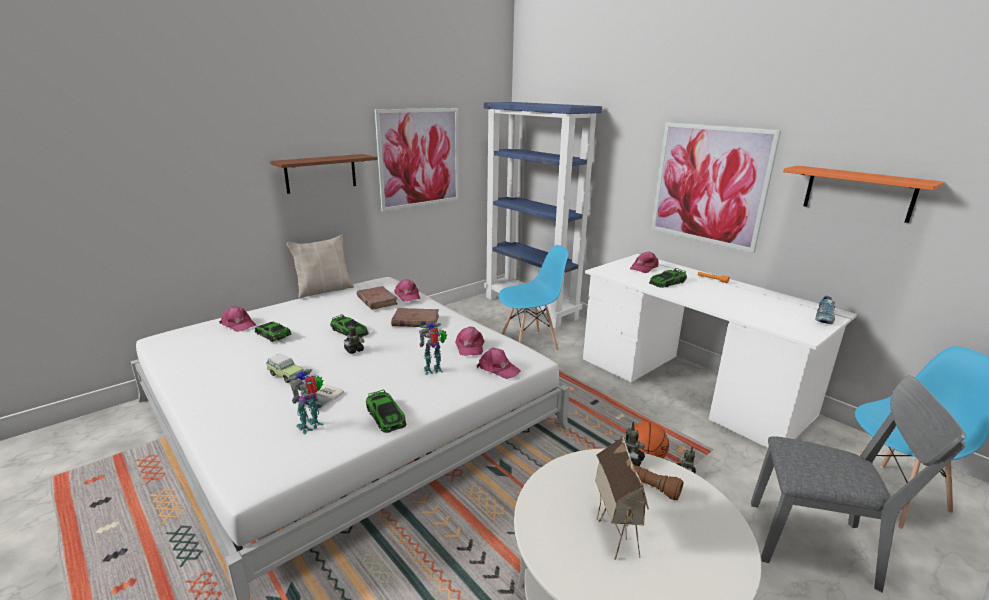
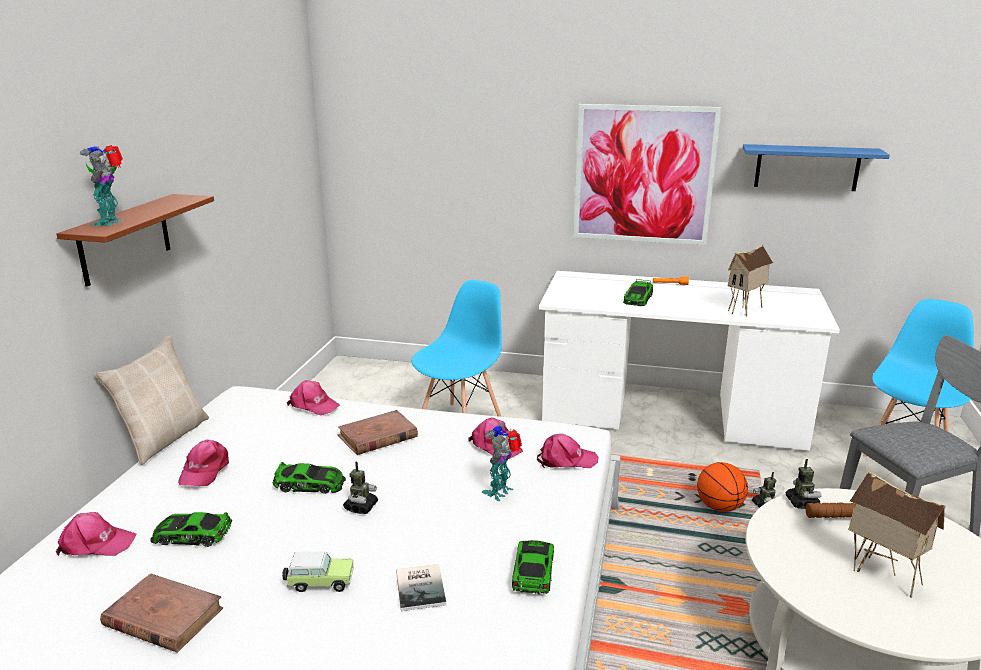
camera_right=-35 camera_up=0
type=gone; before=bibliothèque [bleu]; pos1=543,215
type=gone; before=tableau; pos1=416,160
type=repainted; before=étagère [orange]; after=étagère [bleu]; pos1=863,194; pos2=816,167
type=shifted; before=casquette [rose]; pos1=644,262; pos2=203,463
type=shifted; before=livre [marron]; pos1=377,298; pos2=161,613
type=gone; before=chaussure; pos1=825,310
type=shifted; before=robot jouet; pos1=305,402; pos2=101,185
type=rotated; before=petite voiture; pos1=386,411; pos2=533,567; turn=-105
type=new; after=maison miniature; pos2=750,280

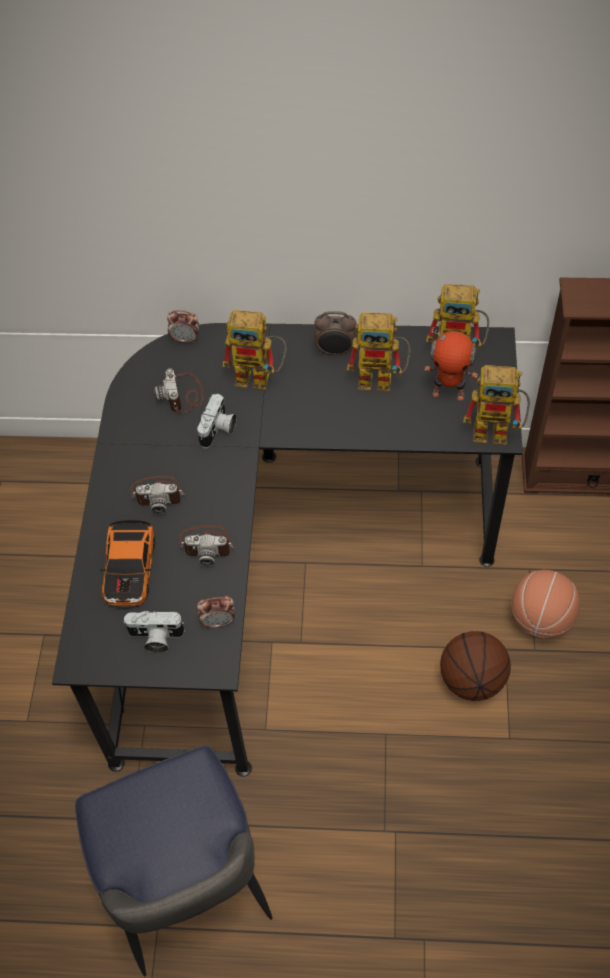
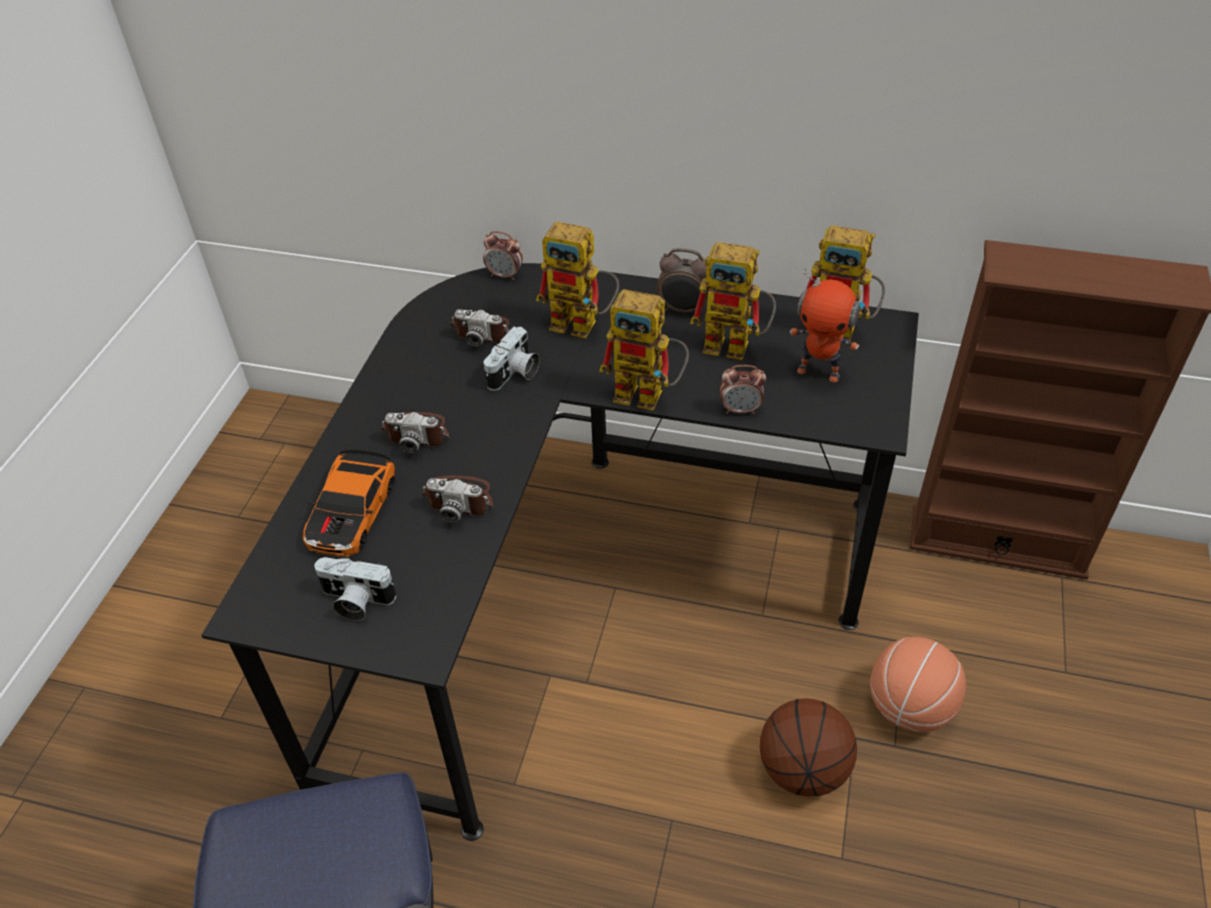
camera_right=10 camera_up=-10
type=shifted; before=robot jouet; pos1=496,405; pos2=644,350
type=rotated; before=appareil photo; pos1=179,390; pos2=479,328; turn=-75
type=shifted; before=réveil; pos1=216,612; pos2=743,389

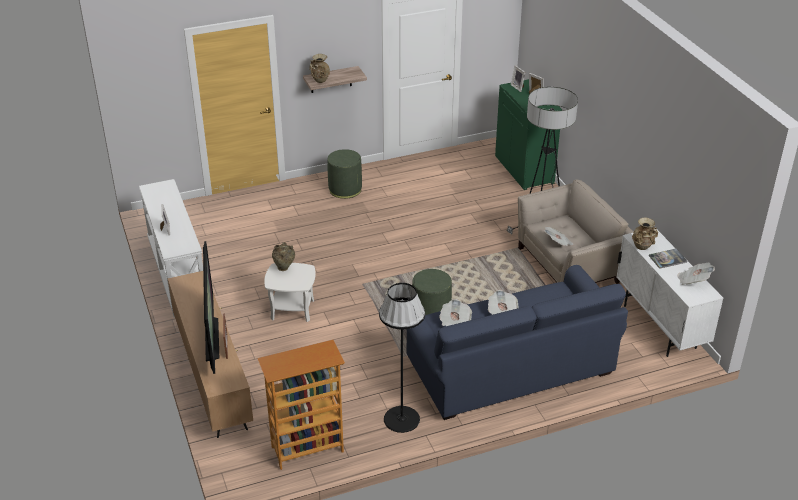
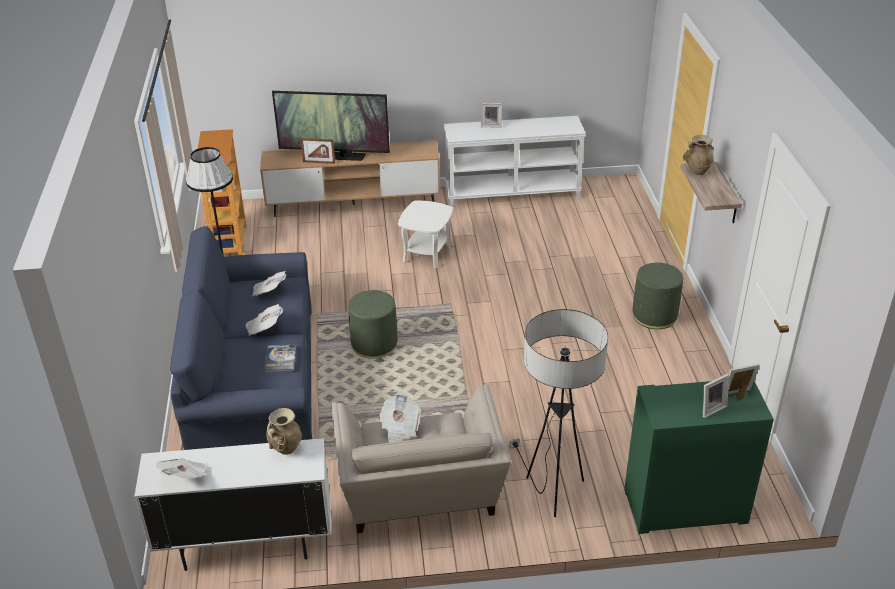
camera_right=105 camera_up=0
type=gone; before=vase [beige]; pos1=283,256
type=shifted; before=livre; pos1=668,259; pos2=280,358

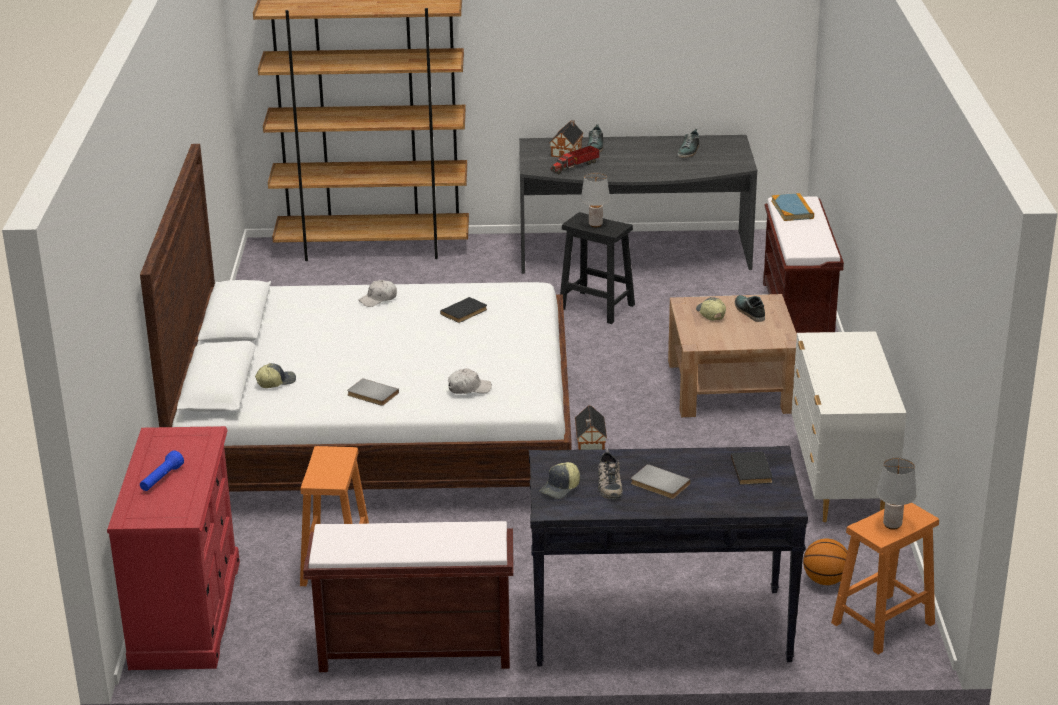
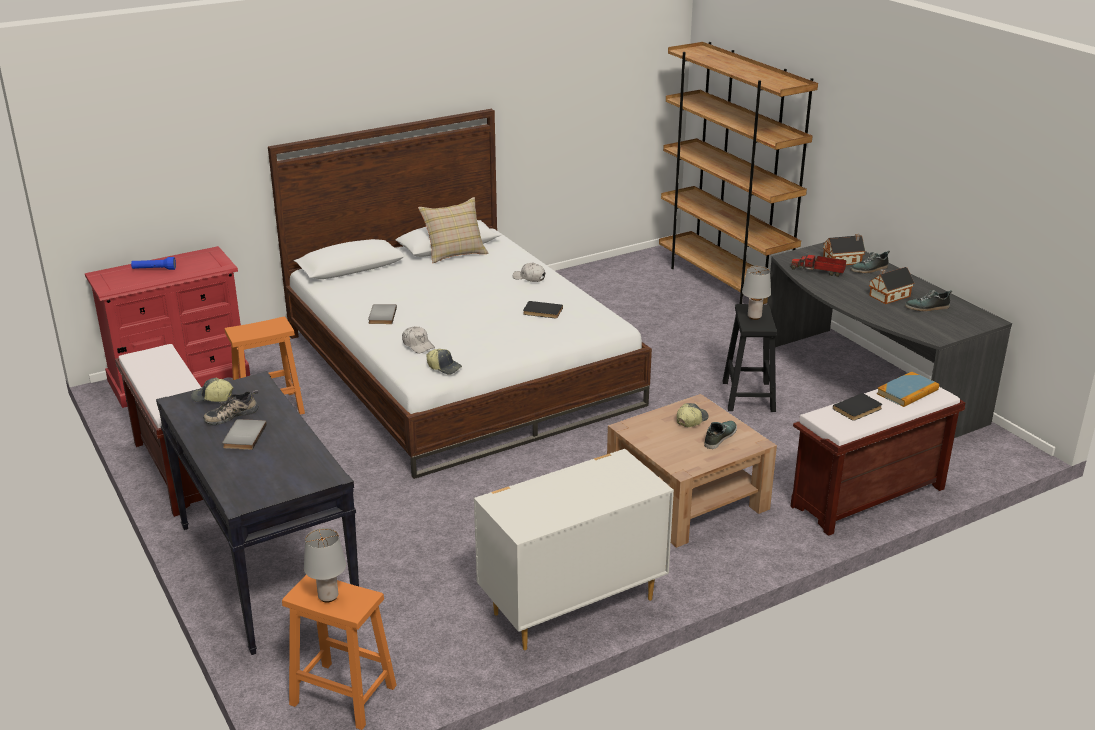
camera_right=60 camera_up=0
type=shifted; before=casquette; pos1=275,375; pos2=444,362
type=shifted; before=maison miniature; pos1=591,428; pos2=892,285
type=shifted; before=livre [noir]; pos1=752,468; pos2=857,407
type=gone; before=ballon de basket; pos1=825,561
type=new; after=coussin [beige]; pos2=453,230

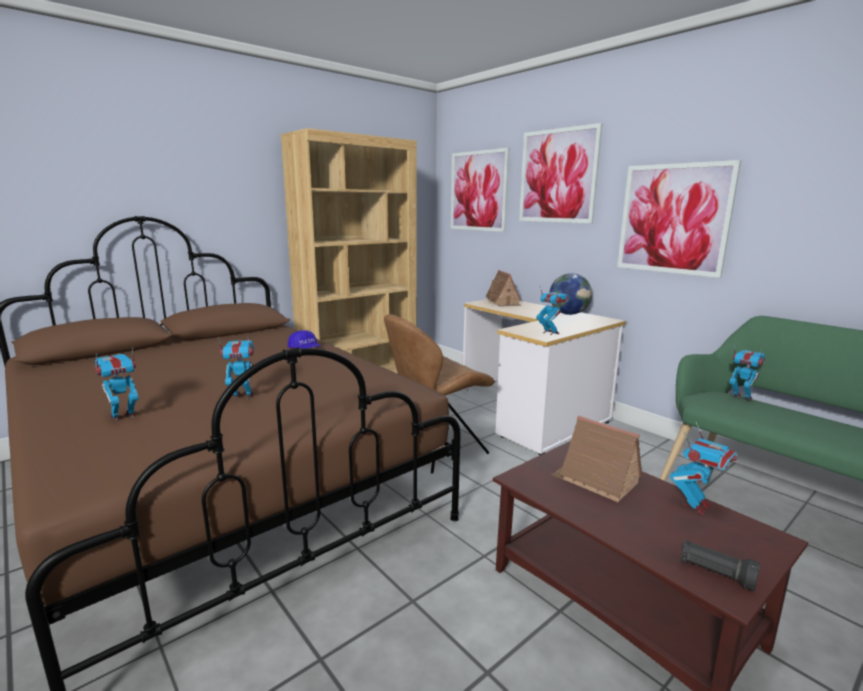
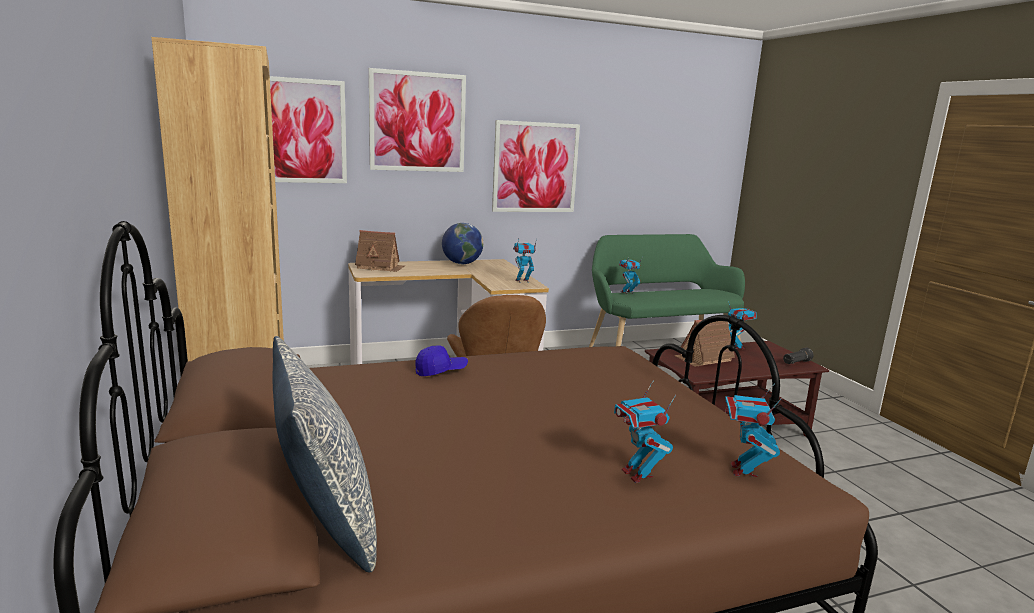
camera_right=-70 camera_up=0
type=shifted; before=robot jouet; pos1=236,369; pos2=753,430
type=new; after=coussin; pos2=325,454

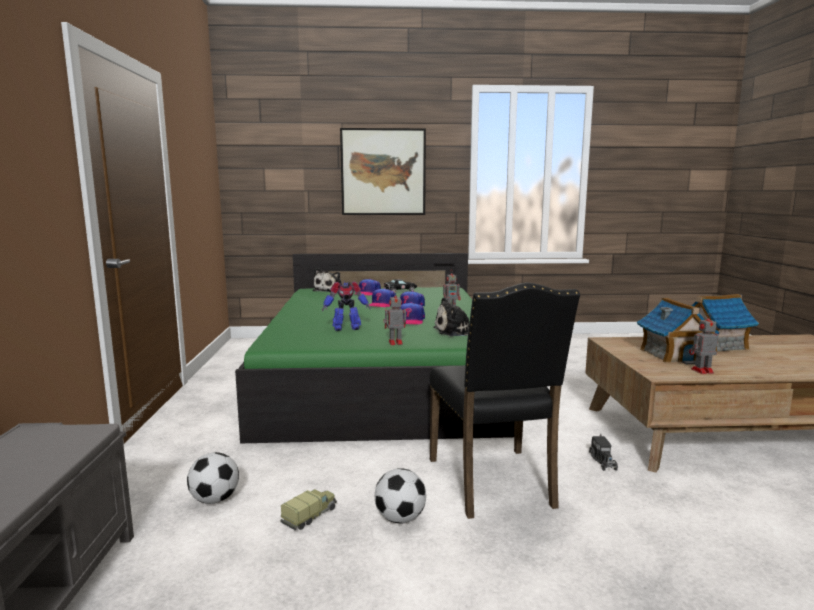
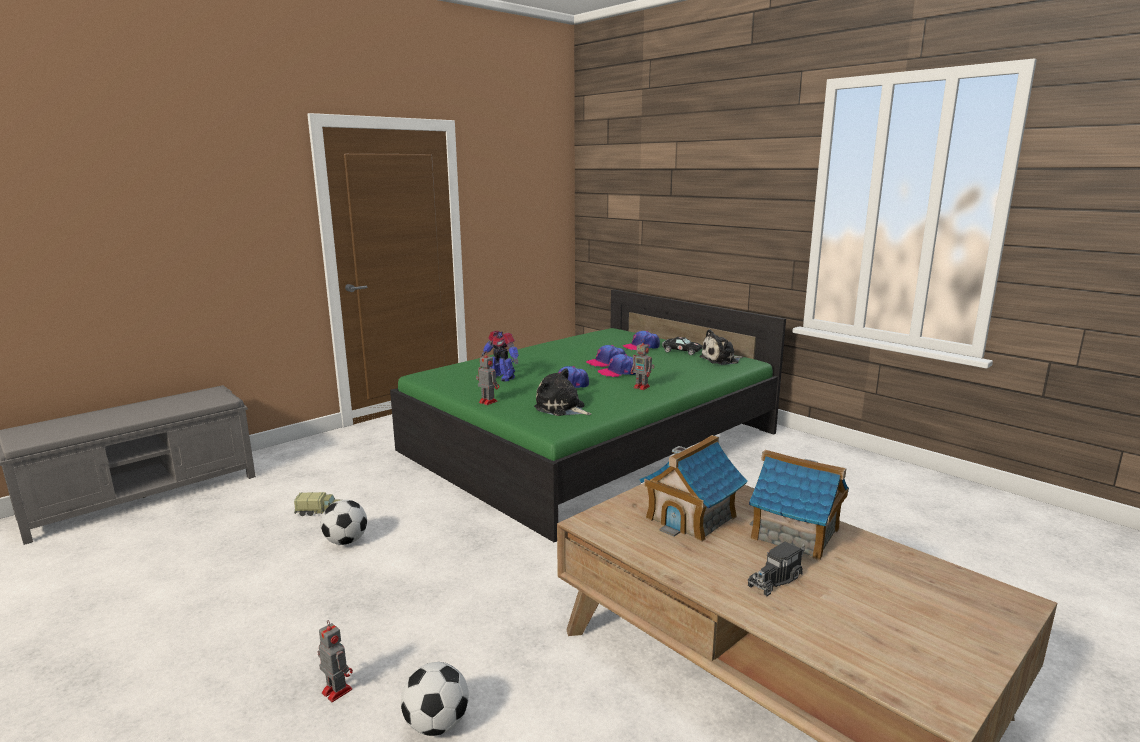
camera_right=50 camera_up=5
type=gone; before=tableau; pos1=383,171
type=shifted; before=peluche; pos1=327,280; pos2=721,347
type=gone; before=chaise [noir]; pos1=505,401
type=shifted; before=robot jouet; pos1=703,344; pos2=335,661
type=shifted; before=camion jouet; pos1=603,452; pos2=776,568
type=shifted; before=ballon de foot; pos1=213,478; pos2=435,699

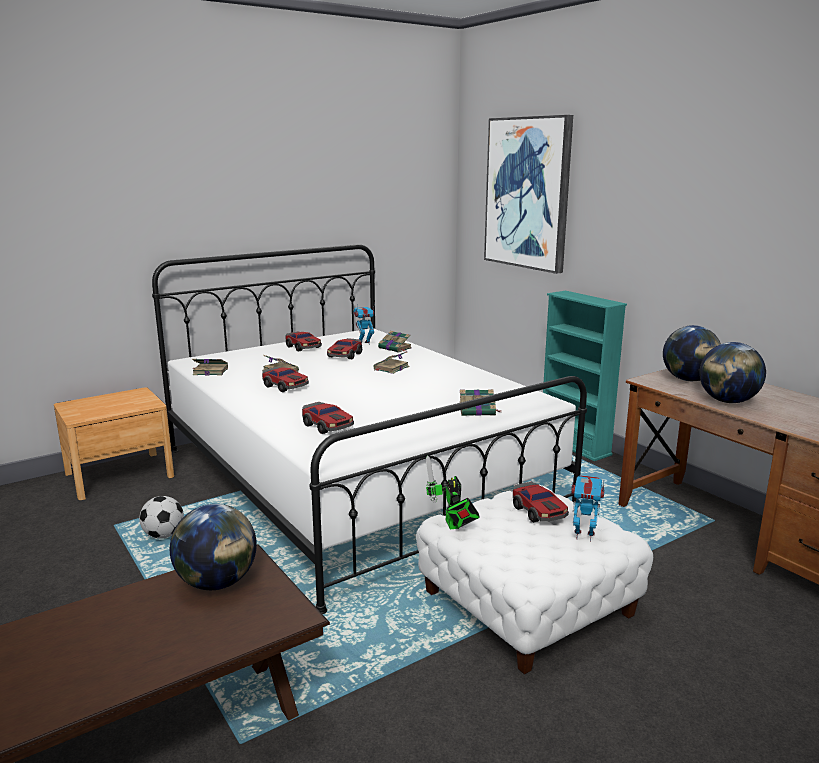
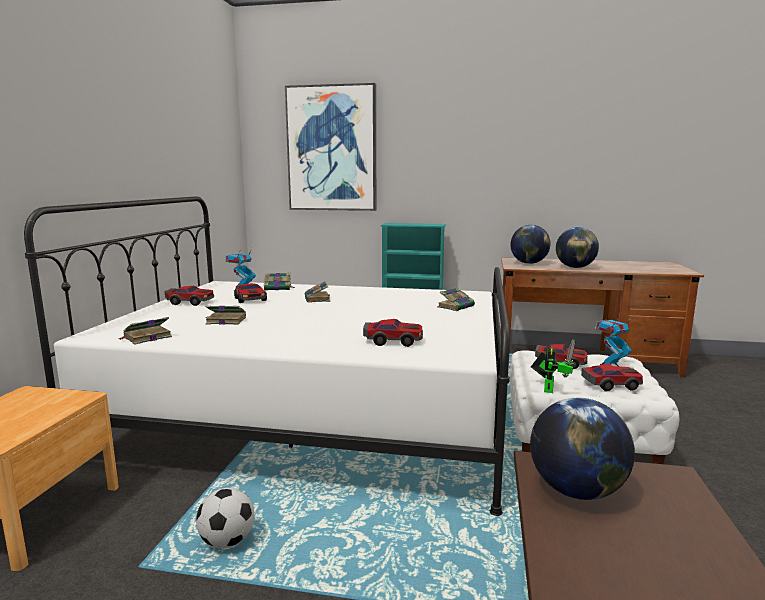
camera_right=-45 camera_up=-5
type=shifted; before=petite voiture; pos1=285,379; pos2=612,377
type=rotated; before=robot jouet; pos1=453,492; pos2=553,366; turn=-105

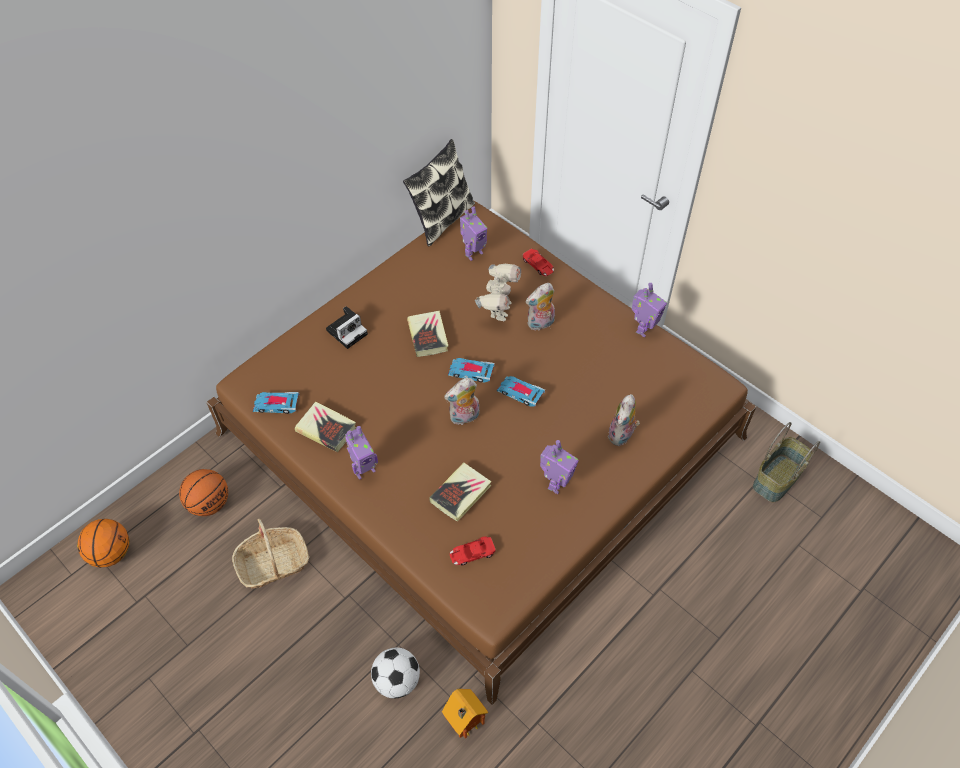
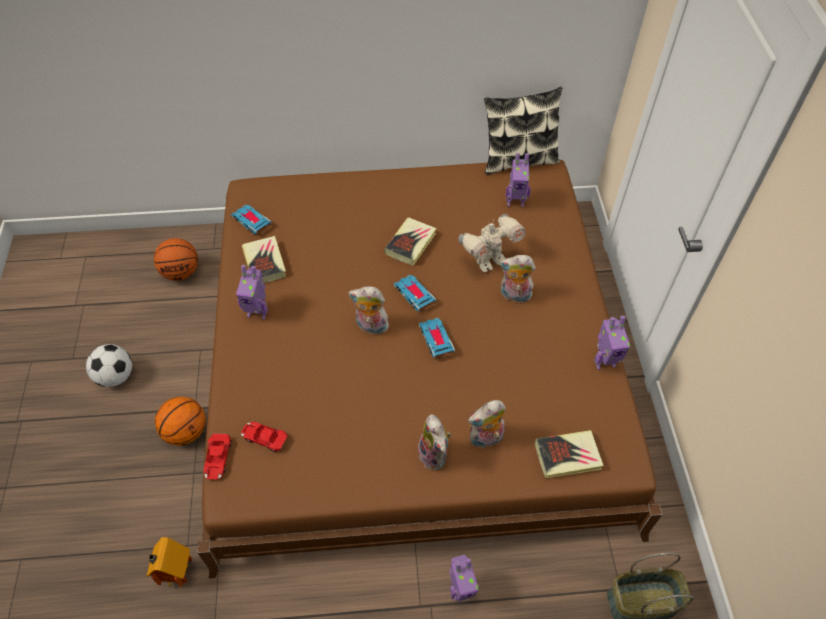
camera_right=40 camera_up=0
type=shifted; before=petite voiture [rouge]; pos1=538,262; pos2=217,456
type=gone; before=appareil photo; pos1=347,327
type=shifted; before=robot jouet; pos1=559,467; pos2=464,577
type=shifted; before=livre; pos1=460,492; pos2=569,454
type=shifted; before=ballon de basket; pos1=103,543; pos2=180,421
type=gone; before=panier; pos1=271,554
type=shifted; before=ballon de foot; pos1=395,673; pos2=109,365
type=new; after=peluche; pos2=434,442

